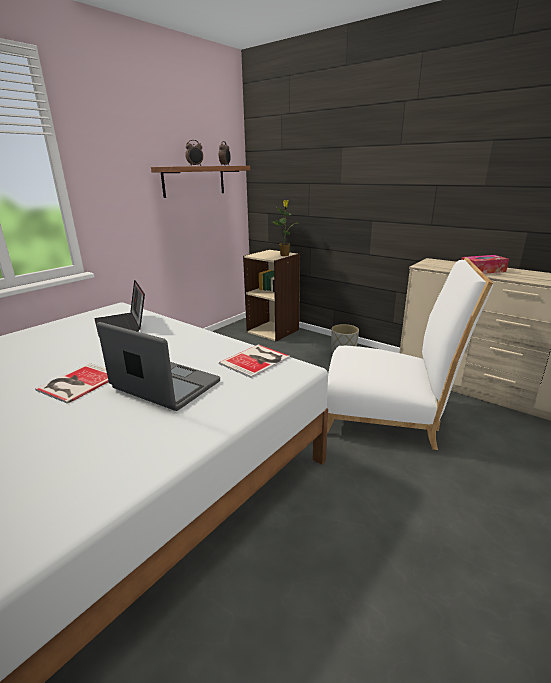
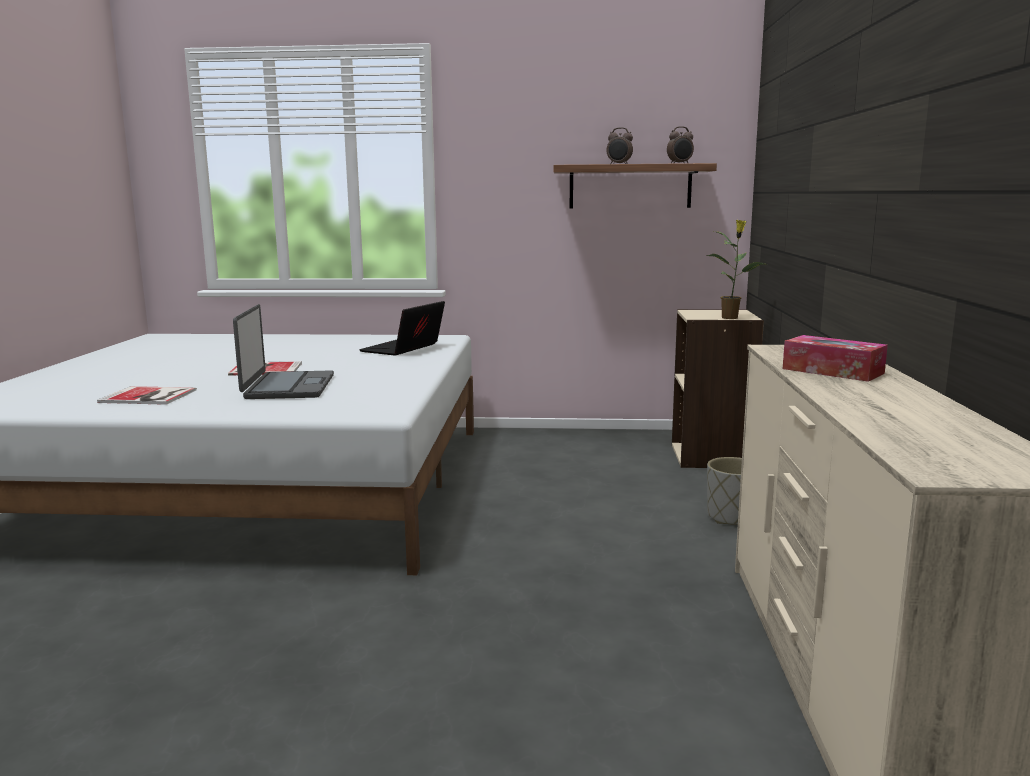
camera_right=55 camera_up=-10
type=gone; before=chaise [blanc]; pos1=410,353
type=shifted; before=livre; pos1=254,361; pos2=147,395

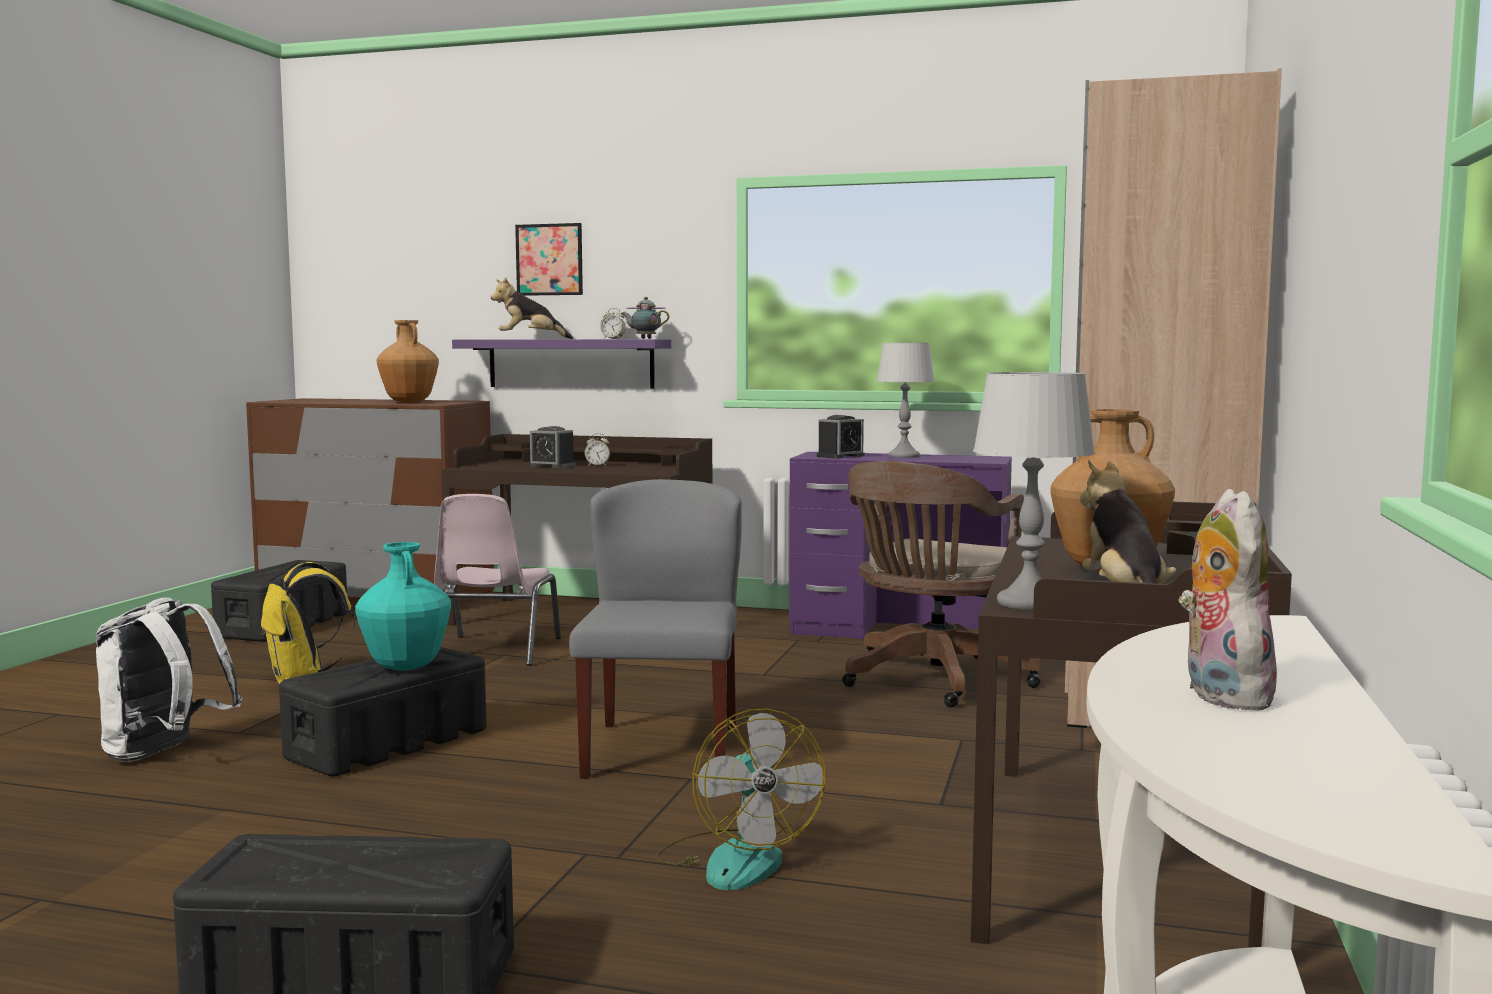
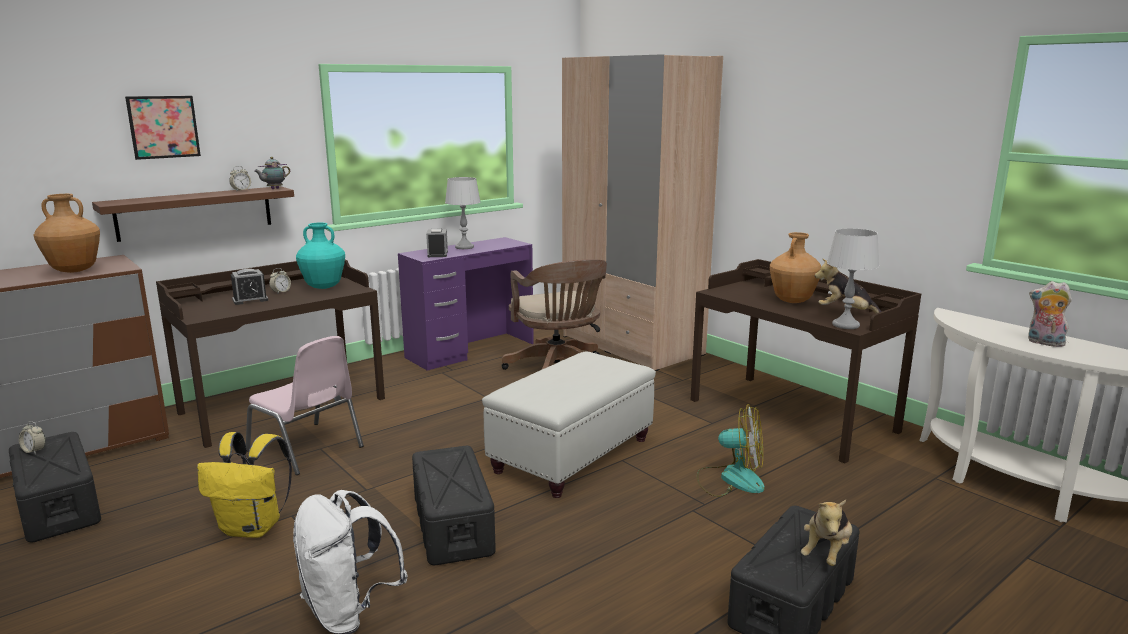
camera_right=-55 camera_up=10
type=shifted; before=peluche; pos1=532,308; pos2=826,533
type=repainted; before=étagère [violet]; after=étagère [marron]; pos1=561,364; pos2=193,214
type=swapped; before=chaise [gris]; after=pouf [blanc]; pos1=655,629; pos2=569,425
type=shifted; before=vase [turquoise]; pos1=403,606; pos2=320,255
type=new; after=réveil; pos2=32,437

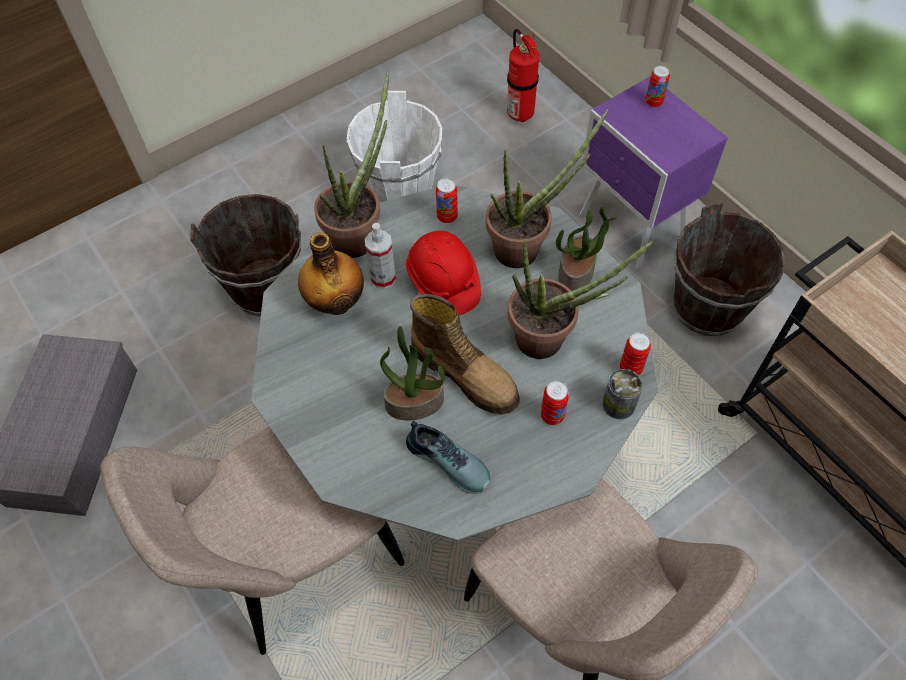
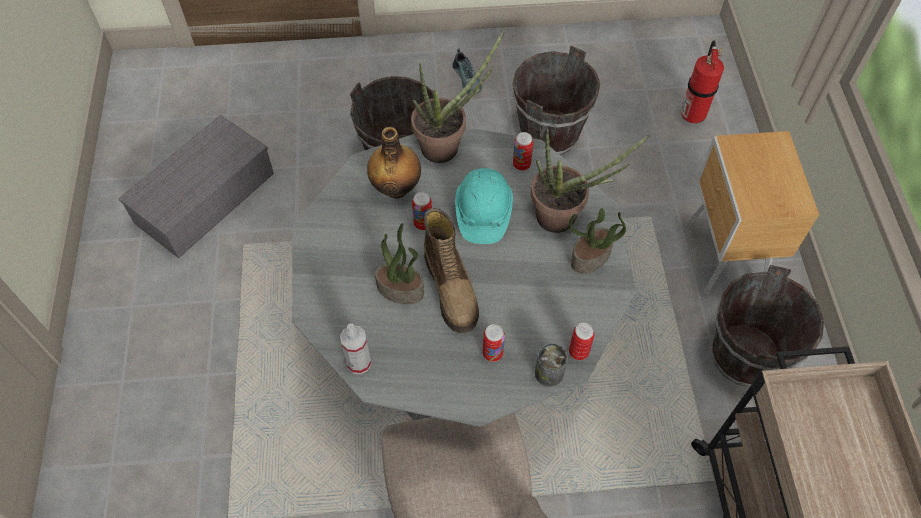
camera_right=30 camera_up=0
type=shifted; before=boîte métallique; pos1=657,87; pos2=422,211
type=repainted; before=table de chevet [violet]; after=table de chevet [marron]; pos1=654,173; pos2=752,213
type=repainted; before=seau [blanc]; after=seau [marron]; pos1=394,147; pos2=556,100
type=shifted; before=vaporisateur; pos1=380,256; pos2=356,349
type=repainted; before=casque de chantier [rouge]; after=casque de chantier [turquoise]; pos1=443,273; pos2=484,206
type=gone; before=plante en pot; pos1=581,299
type=shifted; before=chaussure; pos1=448,457; pos2=467,71
type=gone; before=chaise [beige]; pos1=252,541

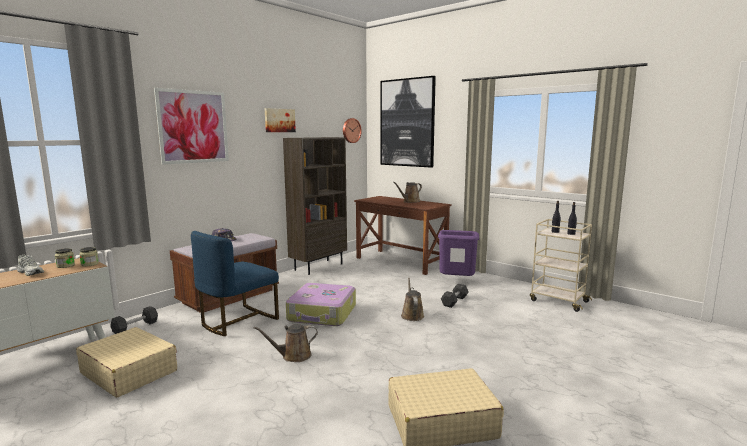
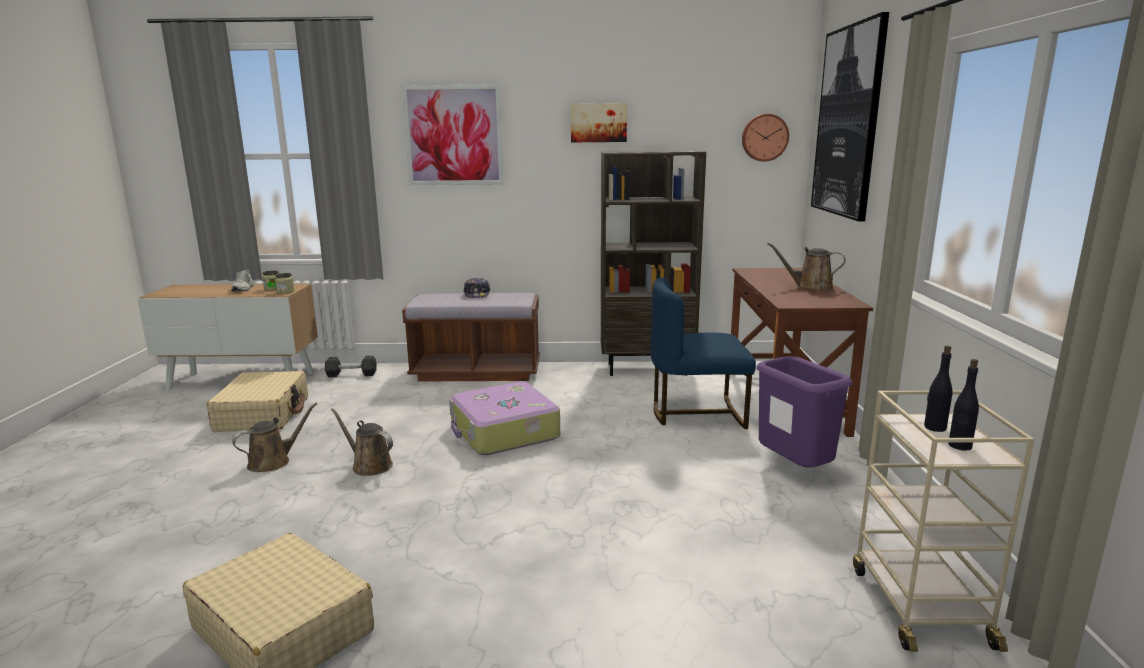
camera_right=50 camera_up=5
type=shifted; before=chaise [bleu]; pos1=235,283; pos2=703,353
type=shifted; before=arrosoir [marron]; pos1=412,299; pos2=274,437
type=gone; before=haltère [gris]; pos1=455,296

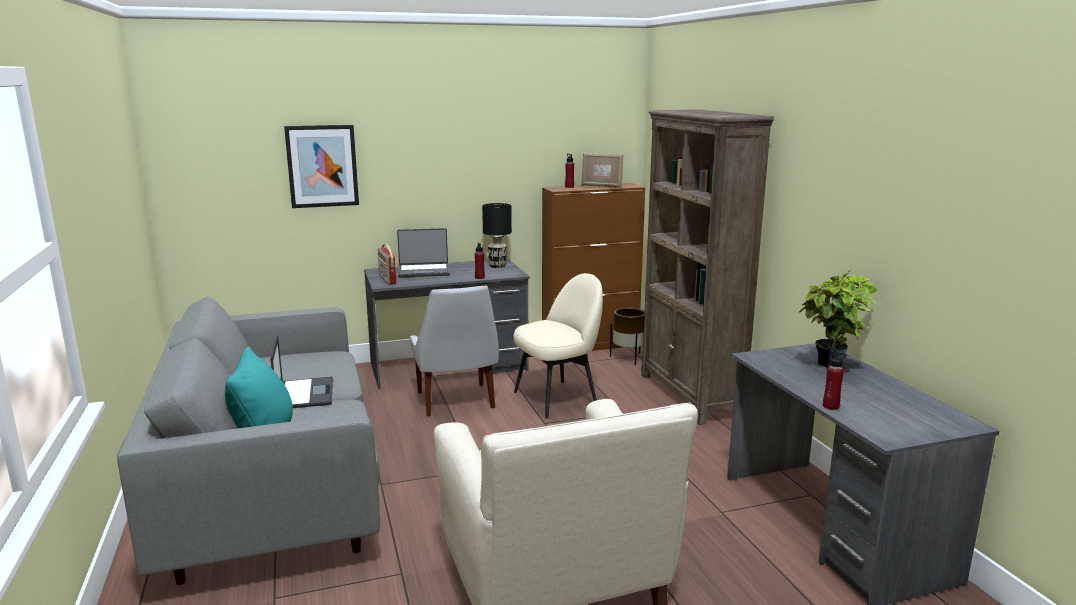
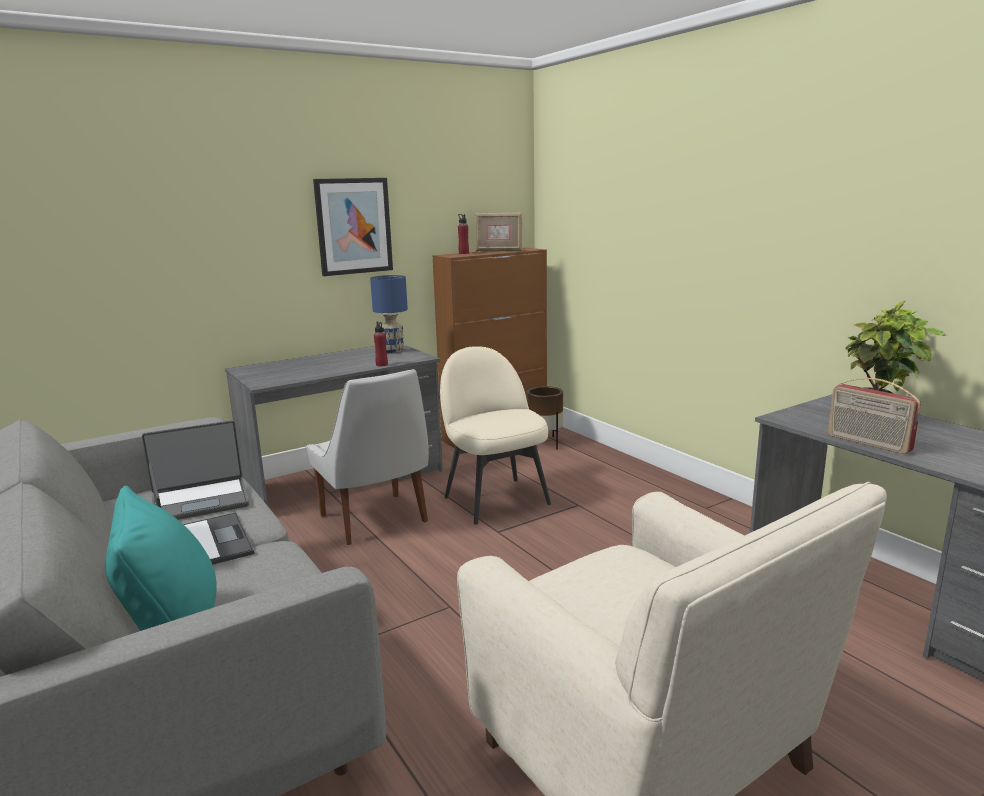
camera_right=-15 camera_up=0
type=gone; before=bibliothèque [marron]; pos1=707,267
type=shifted; before=tableau; pos1=321,166; pos2=353,227
type=repainted; before=lampe de table [noir]; after=lampe de table [bleu]; pos1=497,235; pos2=389,314
type=shifted; before=ordinateur portable; pos1=423,252; pos2=195,470
type=shifted; before=radio; pos1=387,264; pos2=874,416
type=rotated; before=chaise [beige]; pos1=558,346; pos2=495,435; turn=-75
type=gone; before=bouteille [rouge]; pos1=834,380

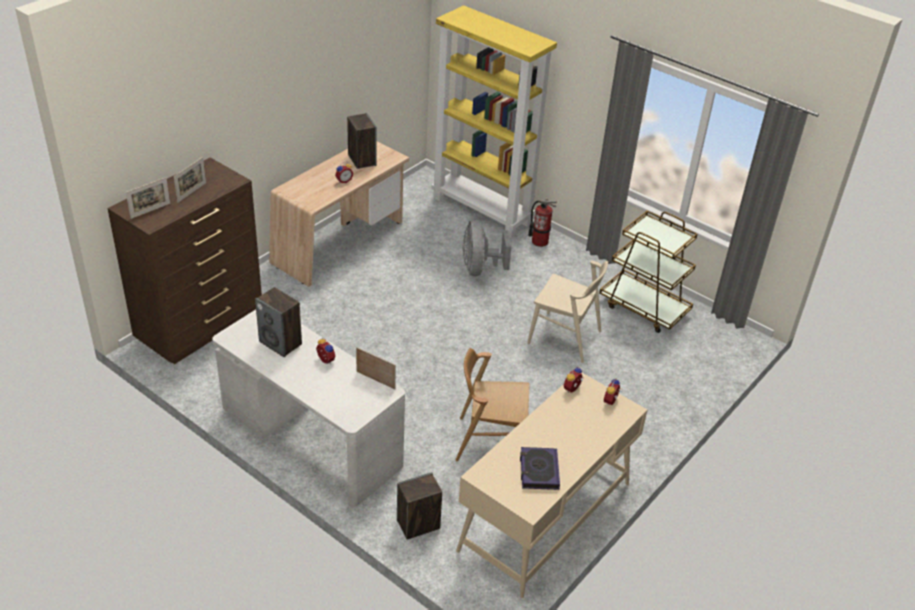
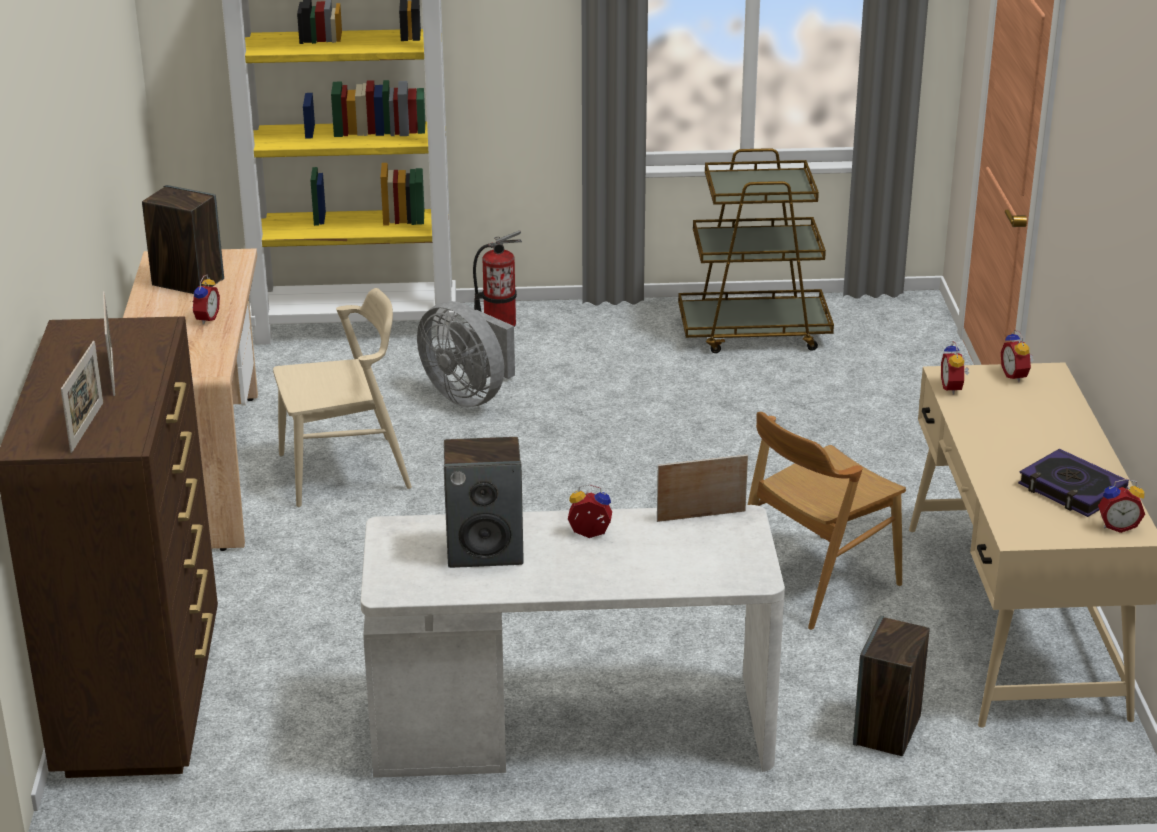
camera_right=-40 camera_up=-10
type=shifted; before=chaise [beige]; pos1=567,312; pos2=342,397
type=new; after=réveil; pos2=1121,506

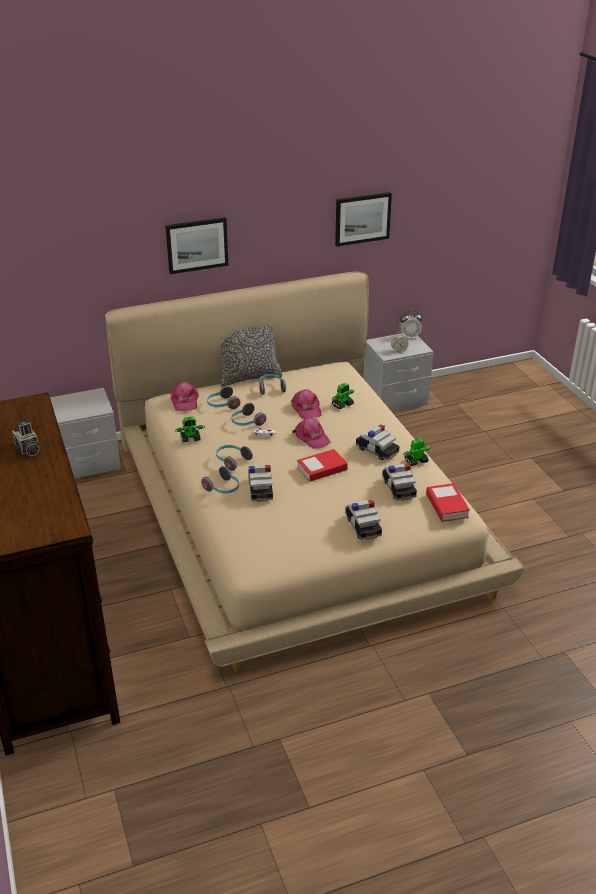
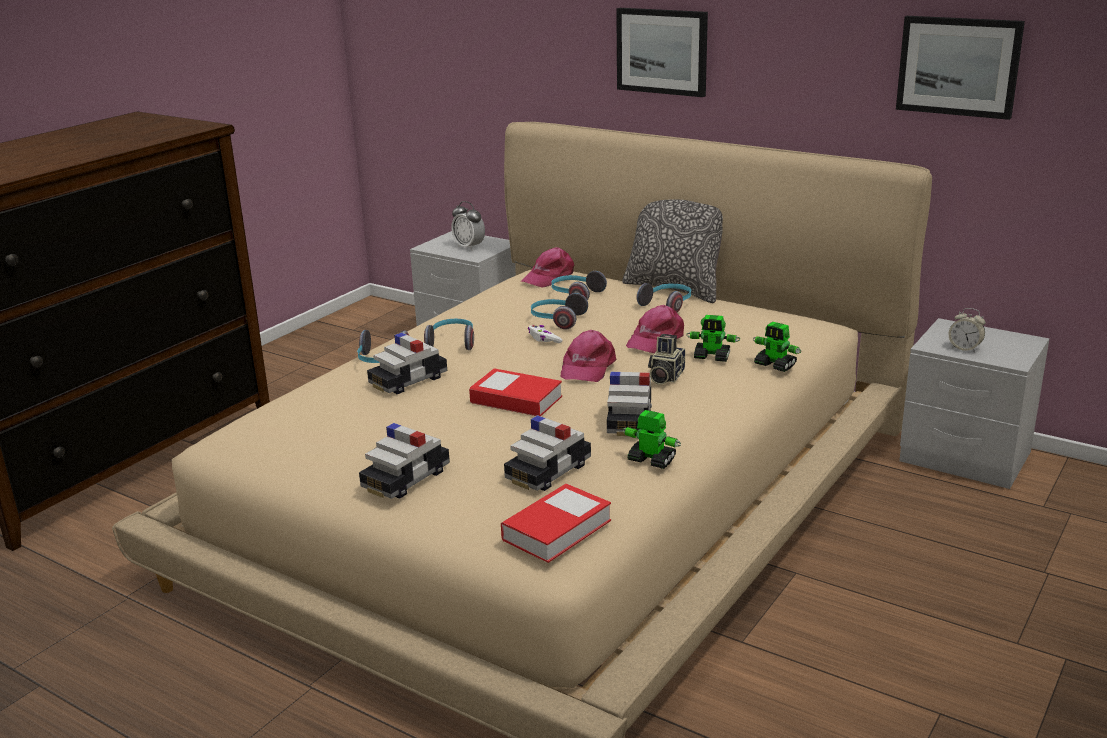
camera_right=55 camera_up=-10
type=shifted; before=réveil; pos1=410,324; pos2=468,226
type=shifted; before=robot jouet; pos1=190,429; pos2=777,347
type=shifted; before=appareil photo; pos1=26,438; pos2=666,359

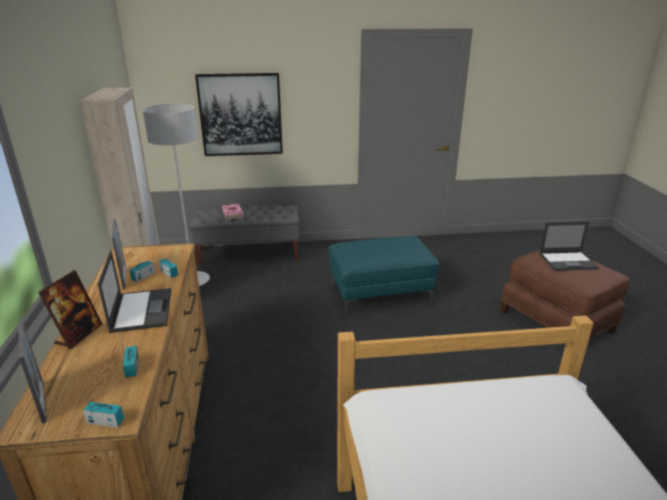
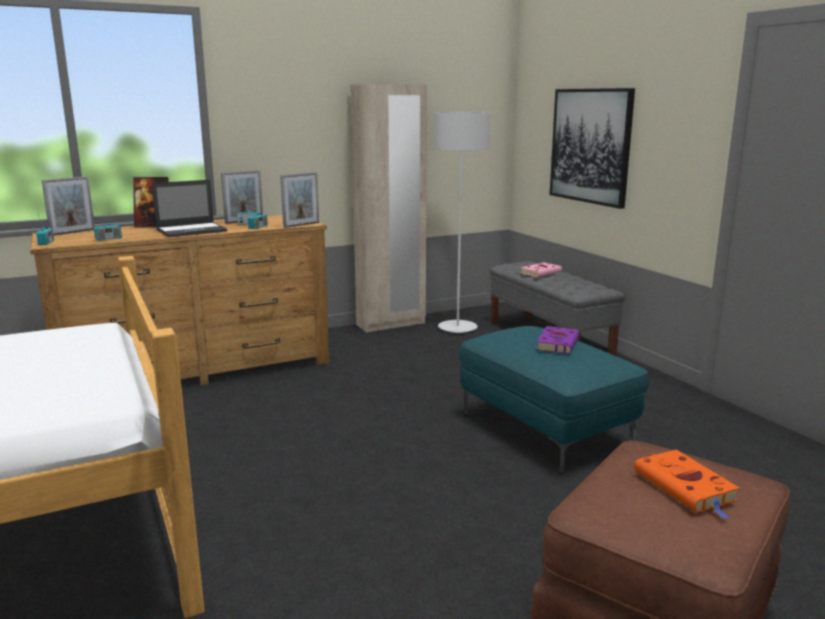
camera_right=70 camera_up=-10
type=swapped; before=ordinateur portable; after=livre [orange]; pos1=569,246; pos2=687,484
type=new; after=cadre photo; pos2=299,200
type=new; after=livre [violet]; pos2=558,340

